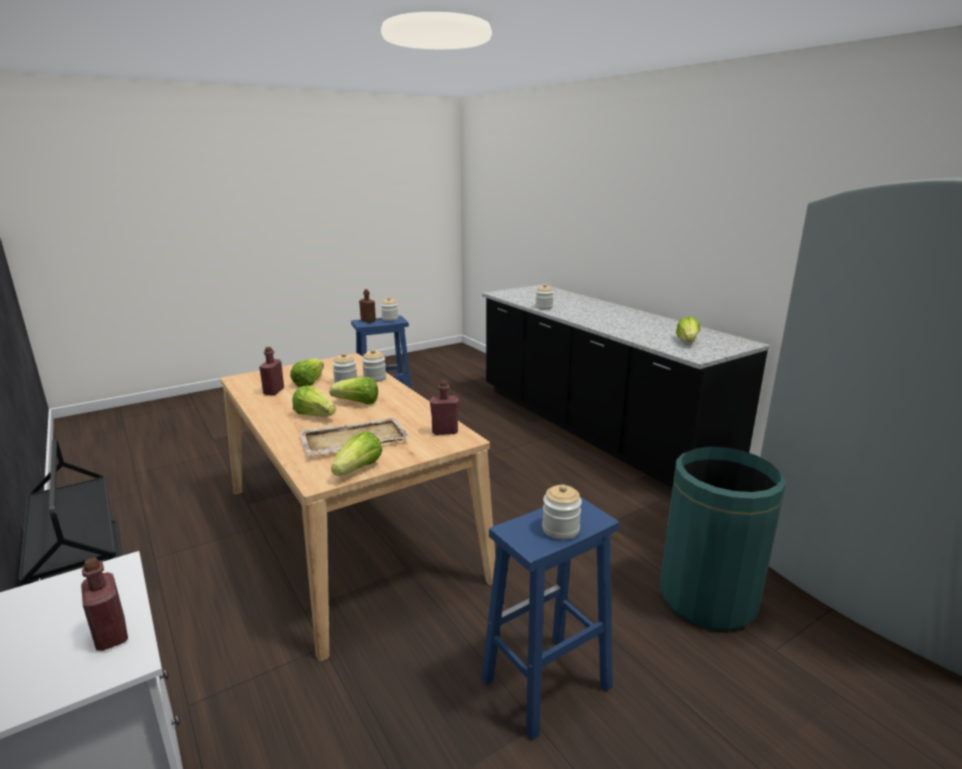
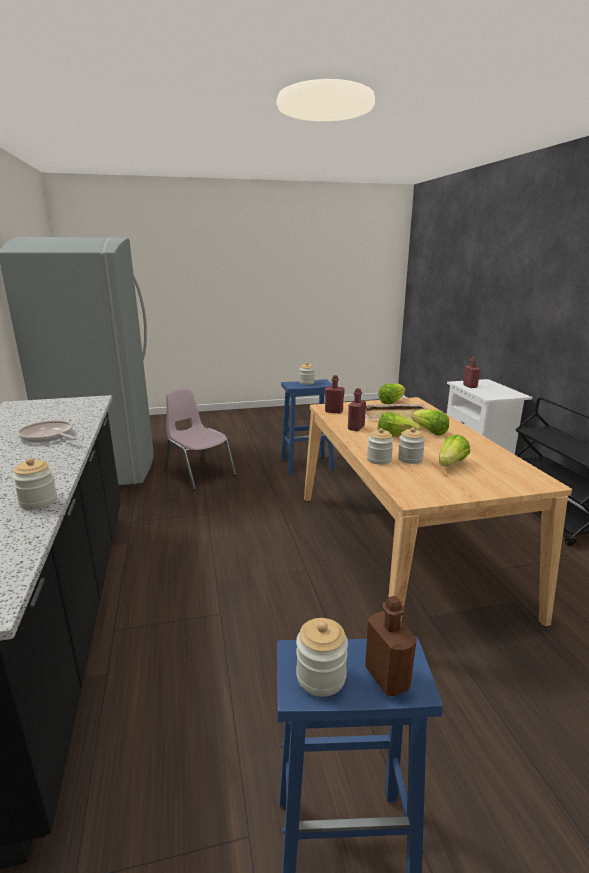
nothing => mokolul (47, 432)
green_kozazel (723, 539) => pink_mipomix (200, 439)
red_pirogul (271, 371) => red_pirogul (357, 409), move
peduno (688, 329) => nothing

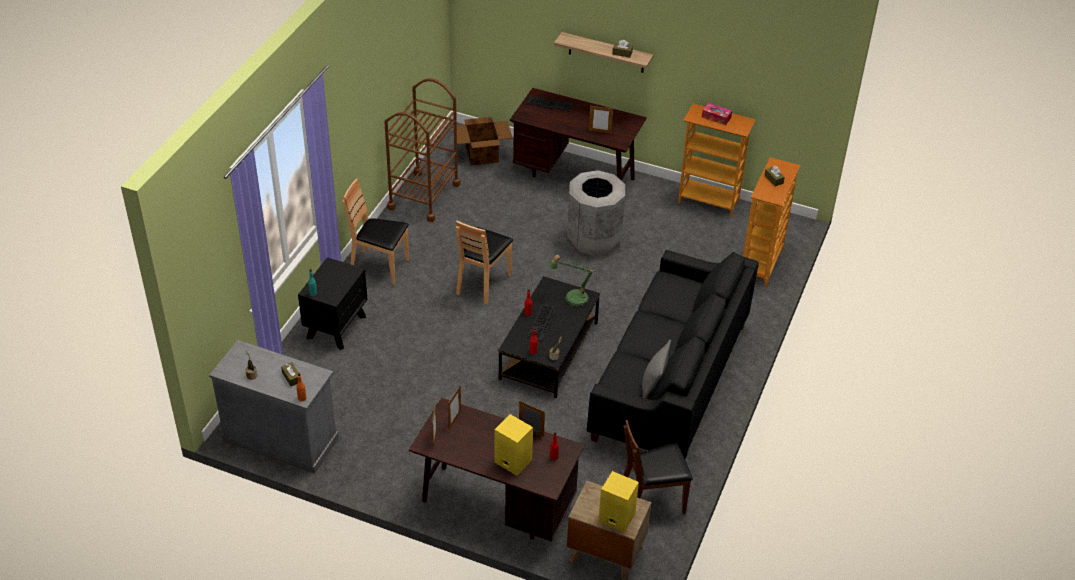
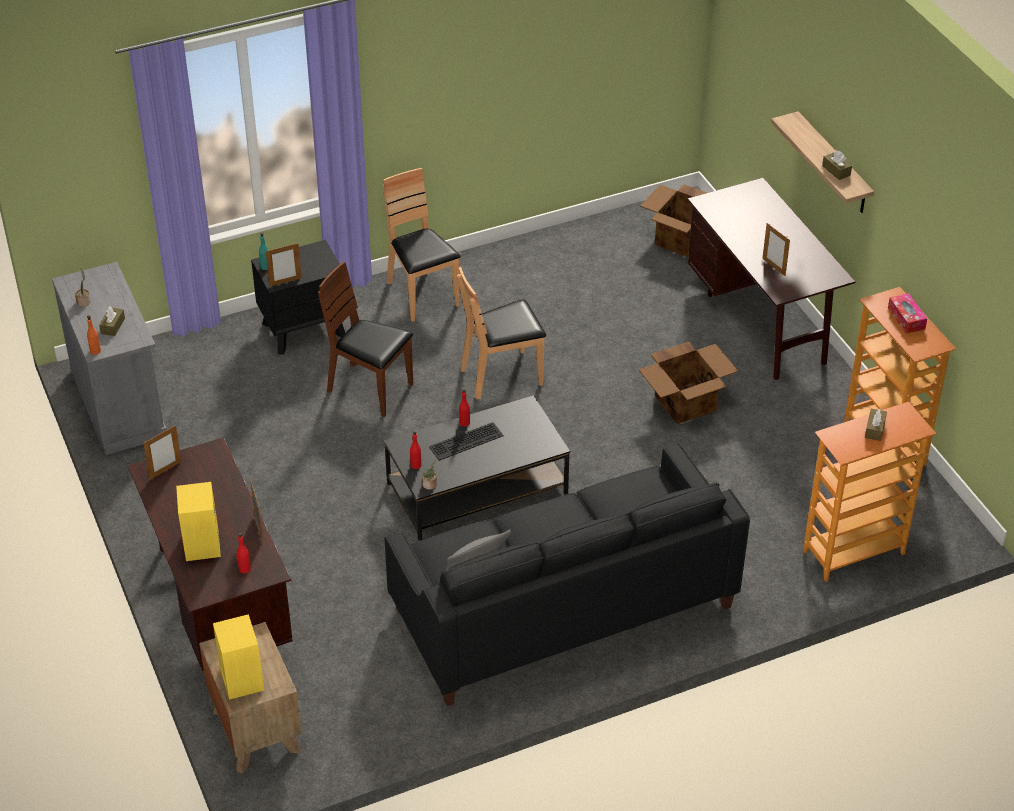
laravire (454, 407) => laravire (284, 265), move
brown_mipomix (658, 467) => brown_mipomix (365, 339), move
grey_kozazel (596, 213) => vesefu (688, 383)
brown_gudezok (422, 150) => nothing
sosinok (549, 104) => nothing
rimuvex (571, 281) => nothing

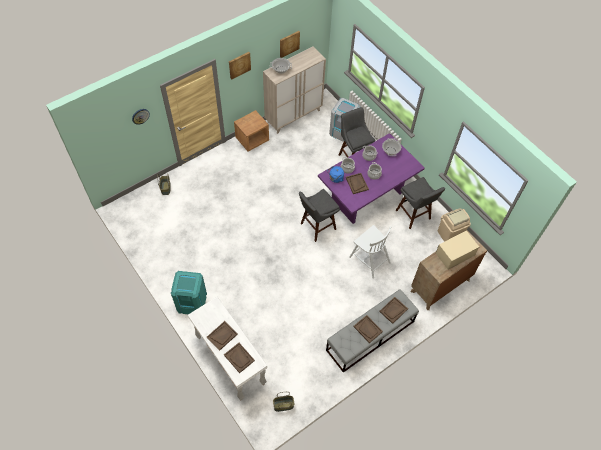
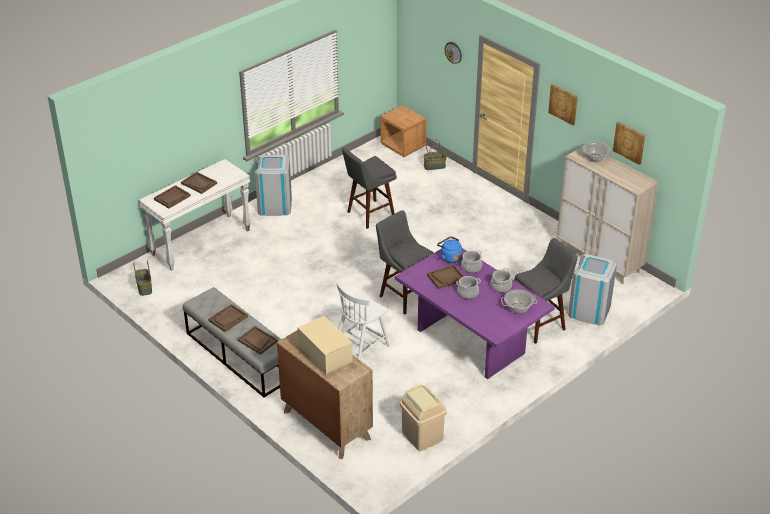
turquoise_kozazel (189, 292) => grey_kozazel (273, 185)
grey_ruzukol (420, 203) => grey_ruzukol (369, 188), move
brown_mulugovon (251, 131) => brown_mulugovon (404, 131), move

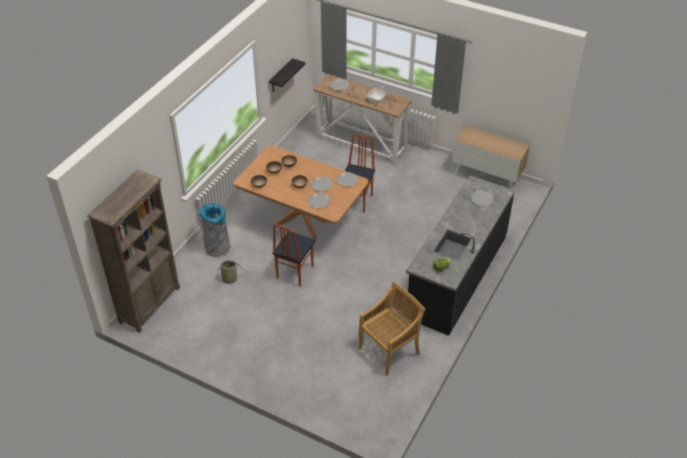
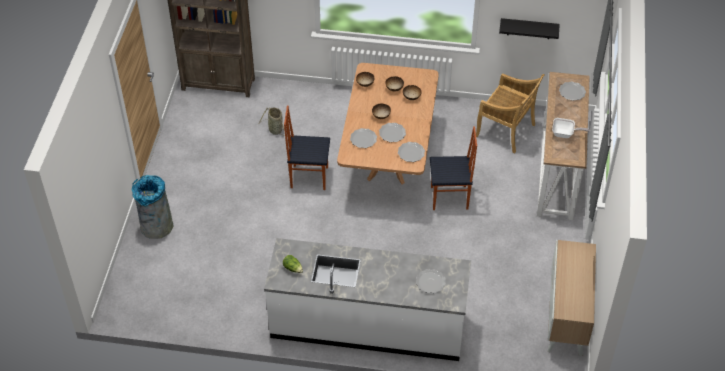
grey_kozazel (214, 230) => grey_kozazel (152, 207), move
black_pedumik (460, 255) => white_pedumik (367, 299)
beige_mipomix (392, 328) => beige_mipomix (510, 113), move

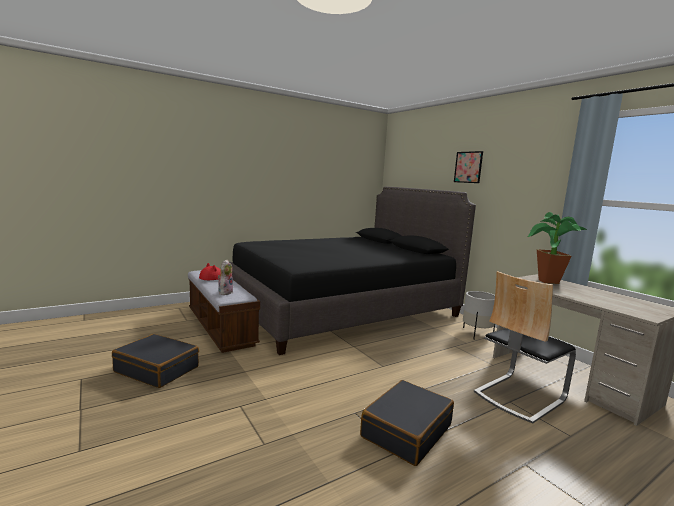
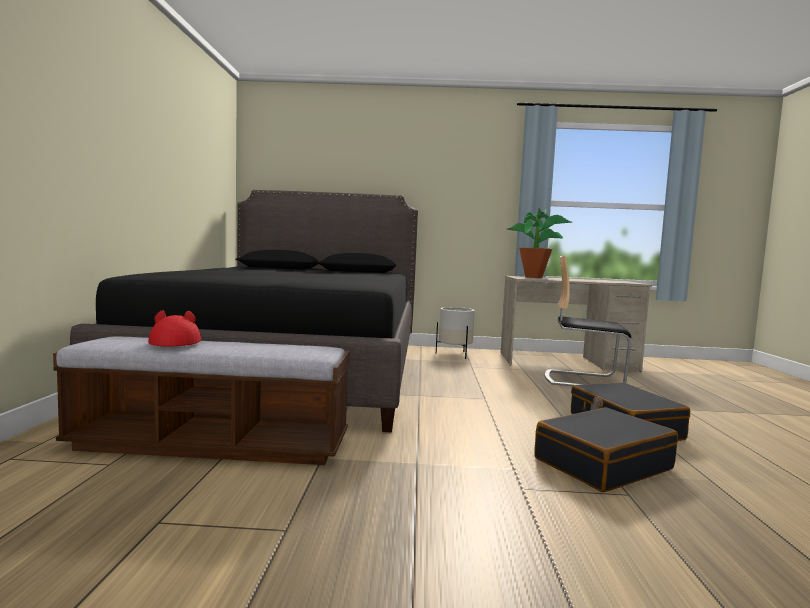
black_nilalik (155, 361) => black_nilalik (606, 449), move
mipomix (525, 347) => mipomix (588, 321), 105 degrees clockwise
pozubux (225, 277) => nothing
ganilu (468, 167) => nothing

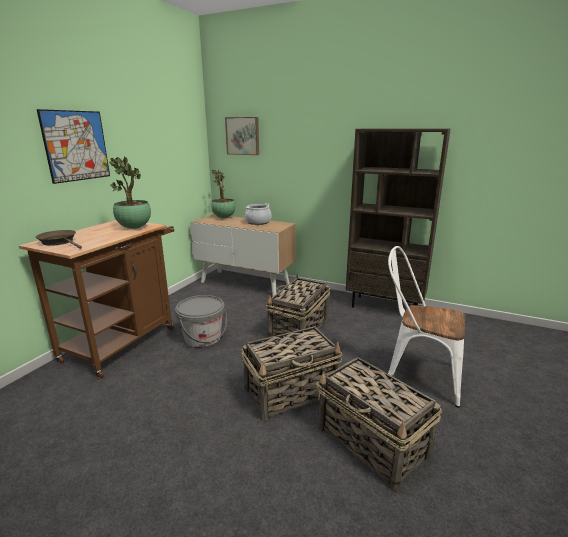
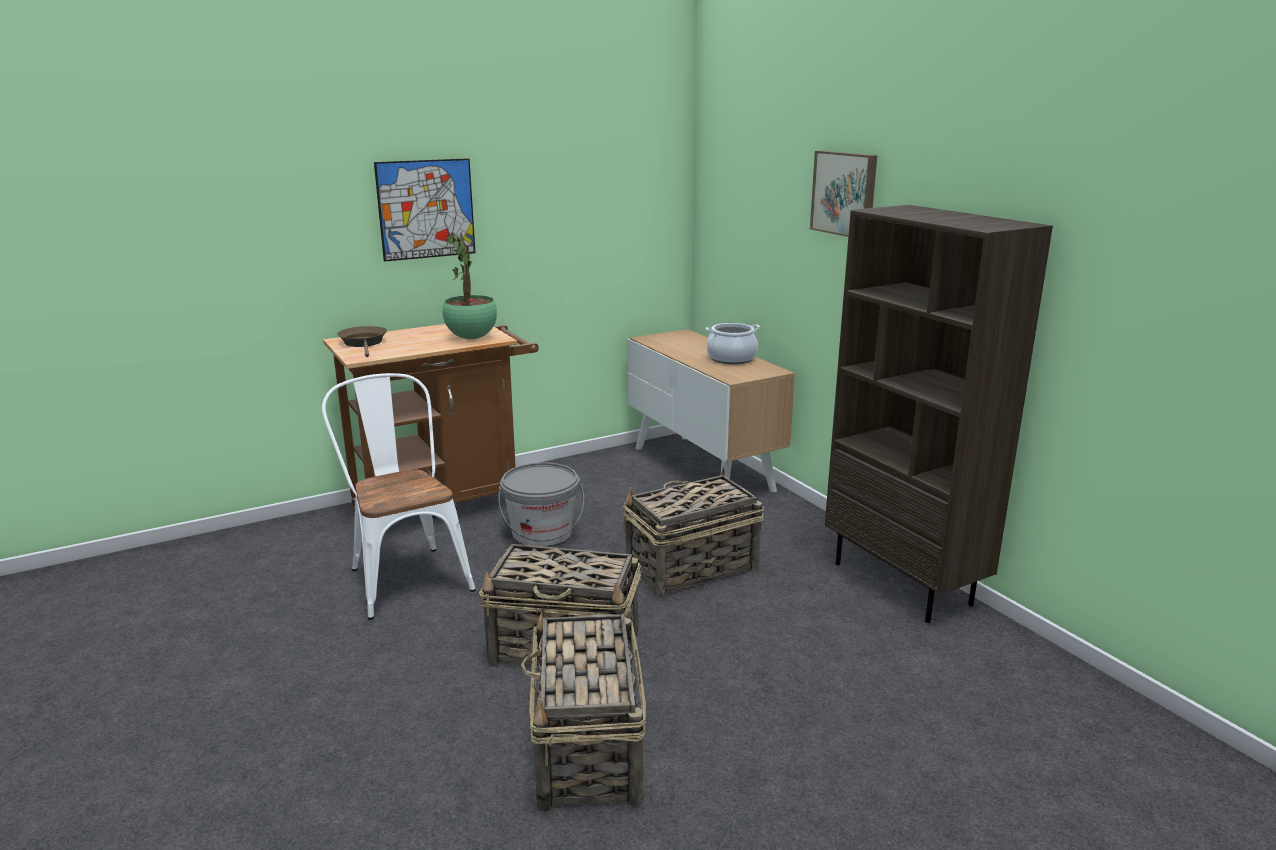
white_mipomix (426, 326) => white_mipomix (399, 496), move
ganilu (242, 136) => ganilu (843, 194), move
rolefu (223, 194) => nothing

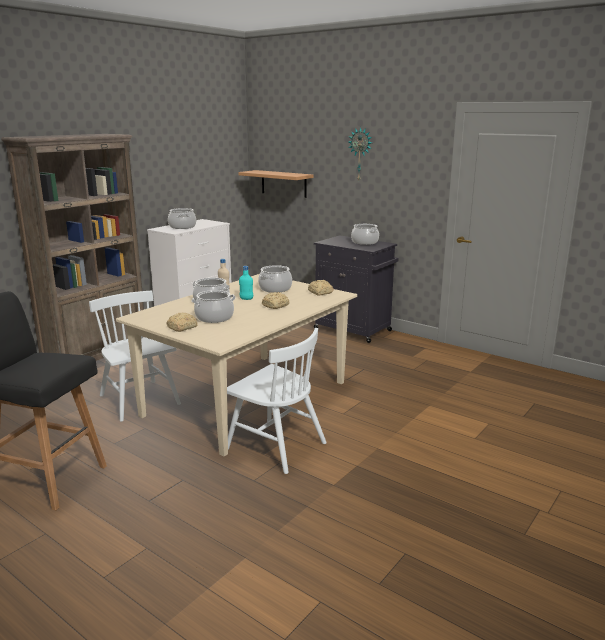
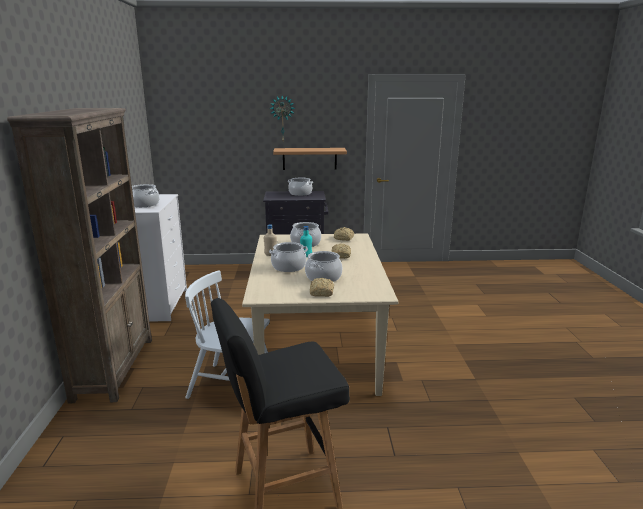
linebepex (276, 184) => linebepex (310, 159), move
white_mipomix (277, 401) => nothing

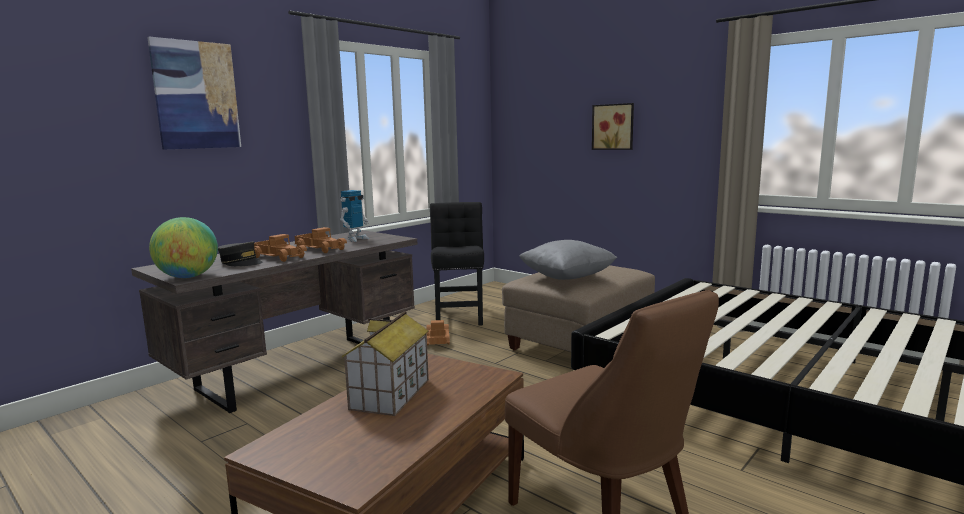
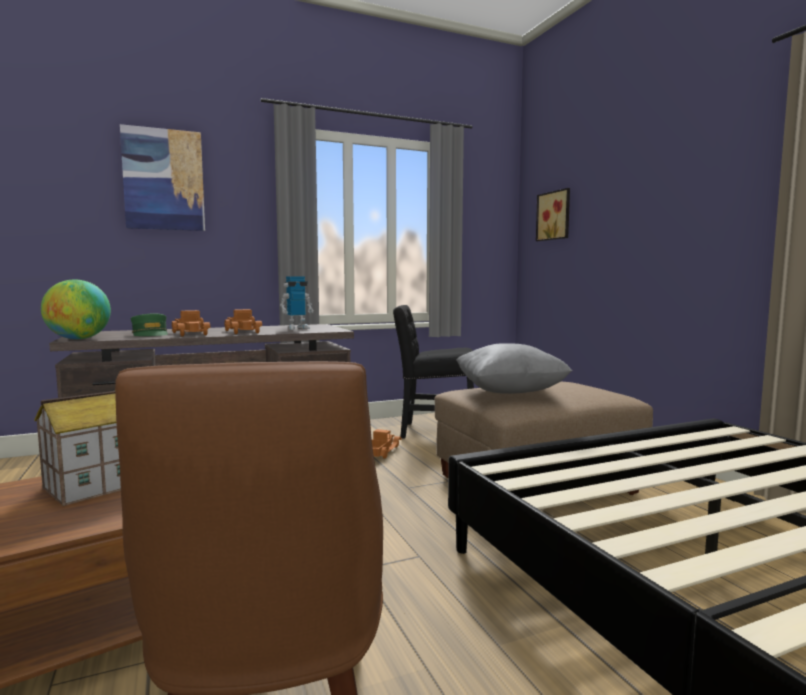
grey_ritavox (240, 254) => green_ritavox (149, 325)
black_mipomix (457, 264) => black_mipomix (433, 371), 105 degrees counterclockwise
ganilu (613, 126) => ganilu (553, 214), move

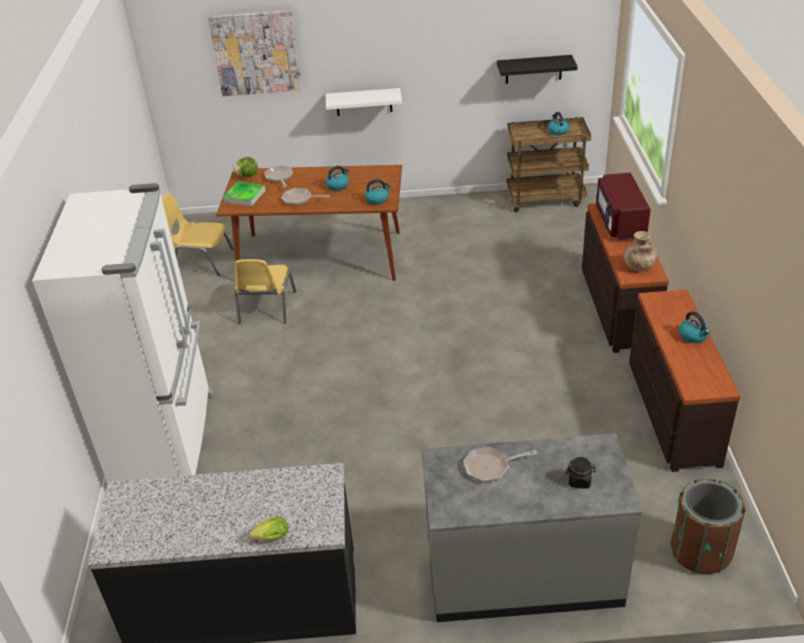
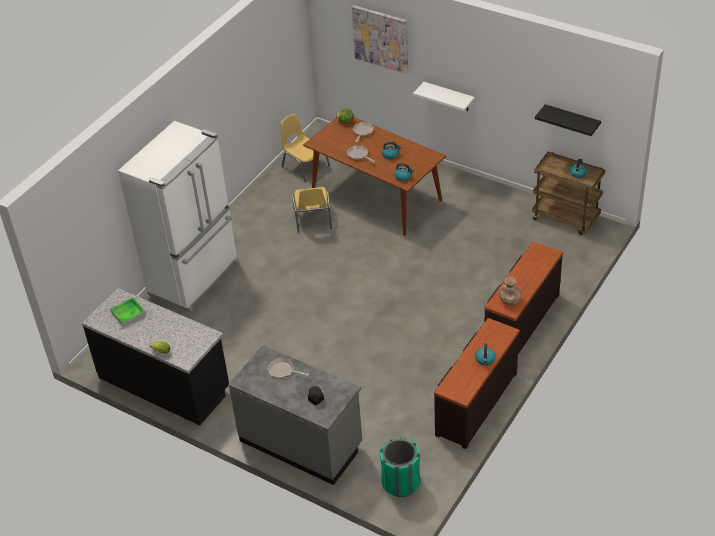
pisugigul (244, 193) => pisugigul (128, 312), move
yellow_mipomix (265, 291) => yellow_mipomix (312, 210), 45 degrees counterclockwise
brown_kozazel (707, 526) => green_kozazel (400, 467)
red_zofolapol (623, 206) => nothing

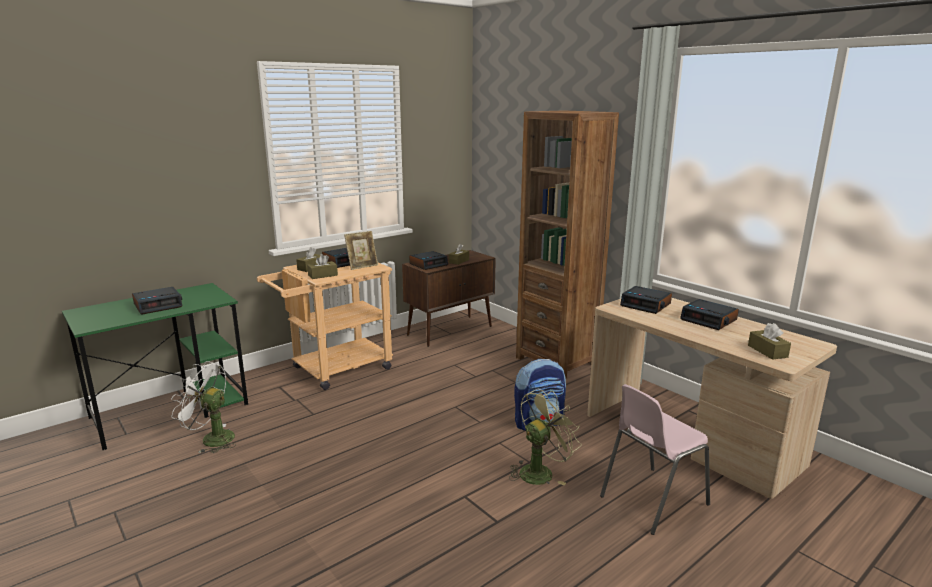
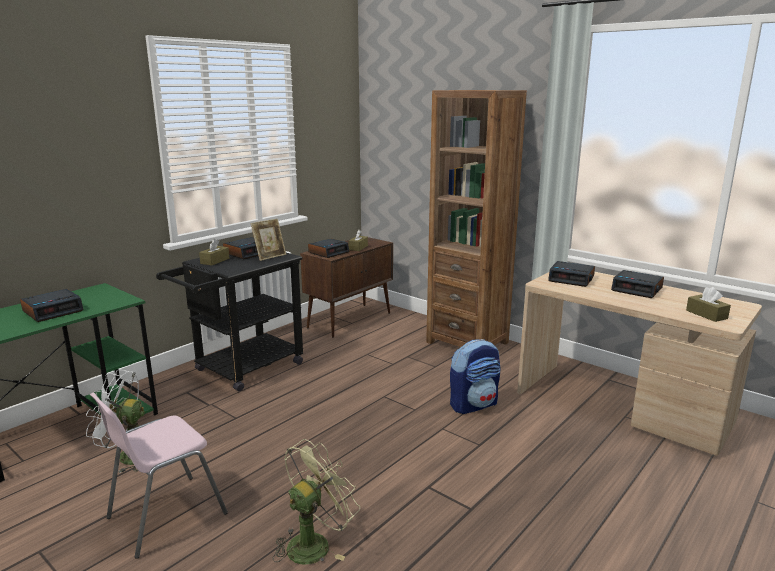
pink_mipomix (655, 459) => pink_mipomix (159, 475), move
beige_gudezok (325, 326) => black_gudezok (229, 322)
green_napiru (545, 437) => green_napiru (316, 501), move
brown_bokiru (322, 266) => nothing

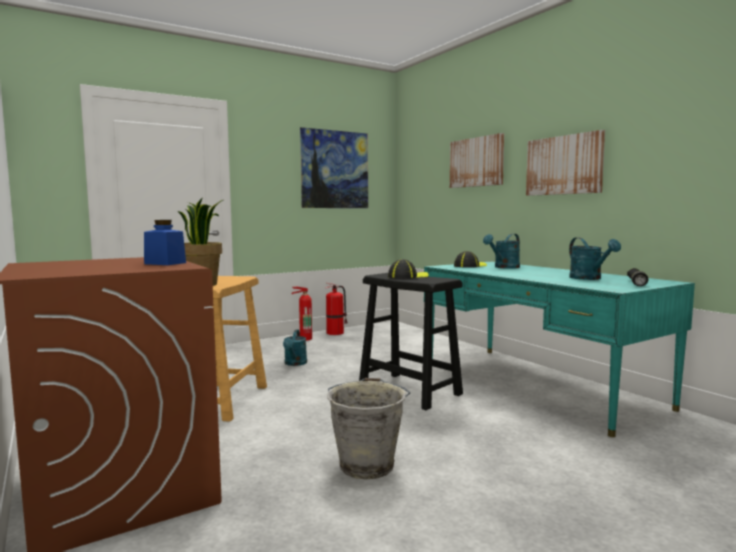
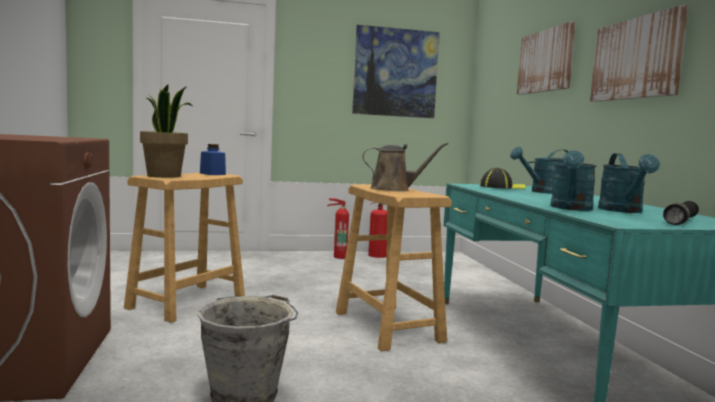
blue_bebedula (165, 242) => blue_bebedula (213, 159), move
black_ruzukol (411, 341) => beige_ruzukol (394, 268)
ritavox (408, 269) => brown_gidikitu (405, 167)
turquoise_gidikitu (295, 348) => turquoise_gidikitu (573, 181), move

